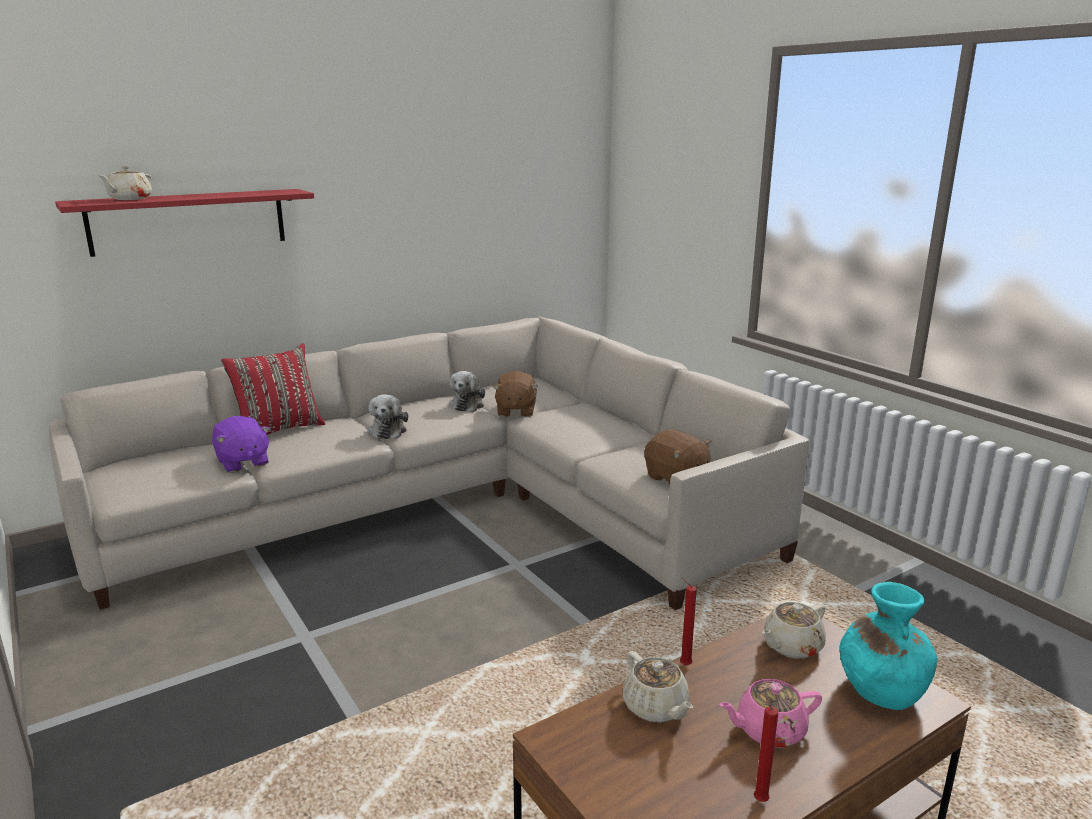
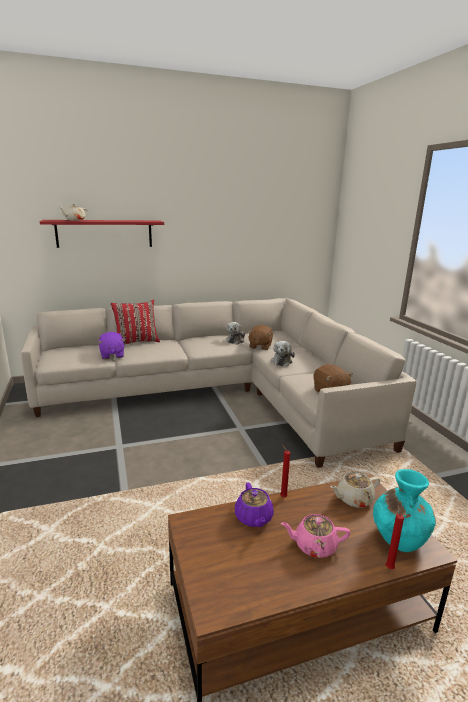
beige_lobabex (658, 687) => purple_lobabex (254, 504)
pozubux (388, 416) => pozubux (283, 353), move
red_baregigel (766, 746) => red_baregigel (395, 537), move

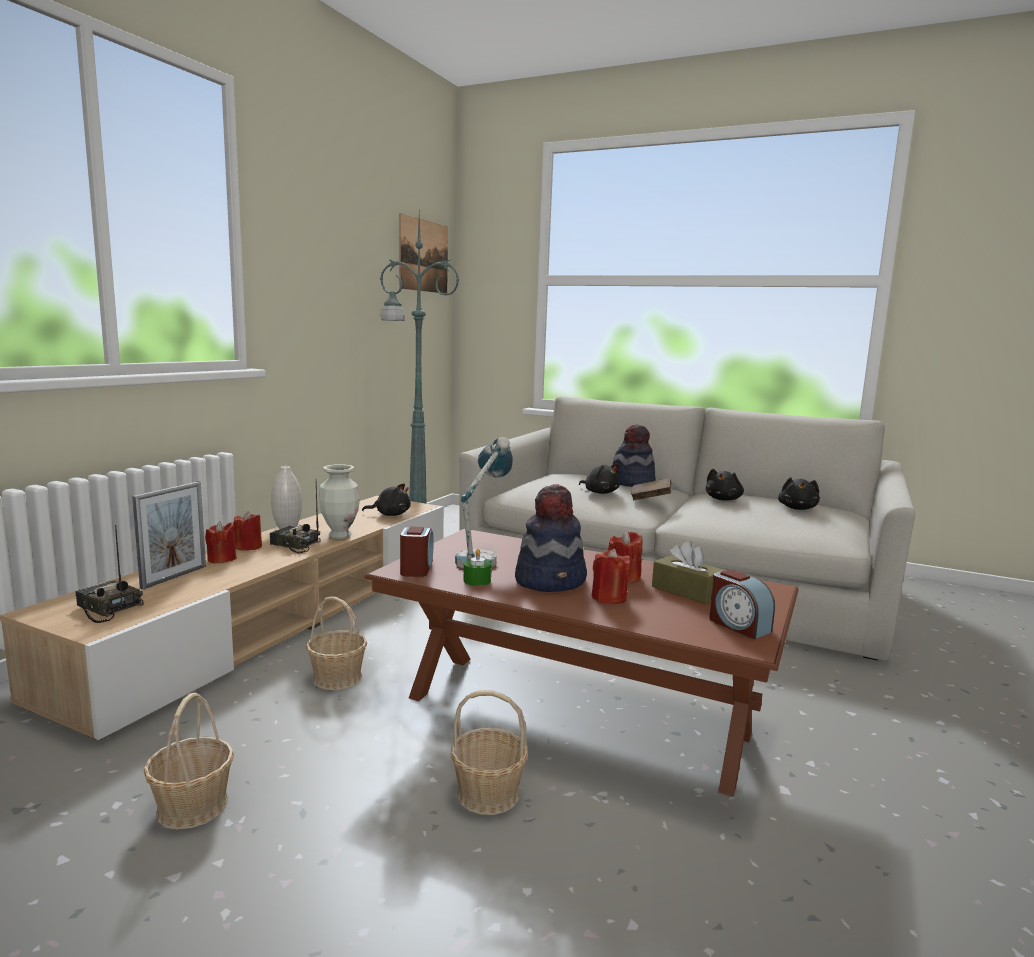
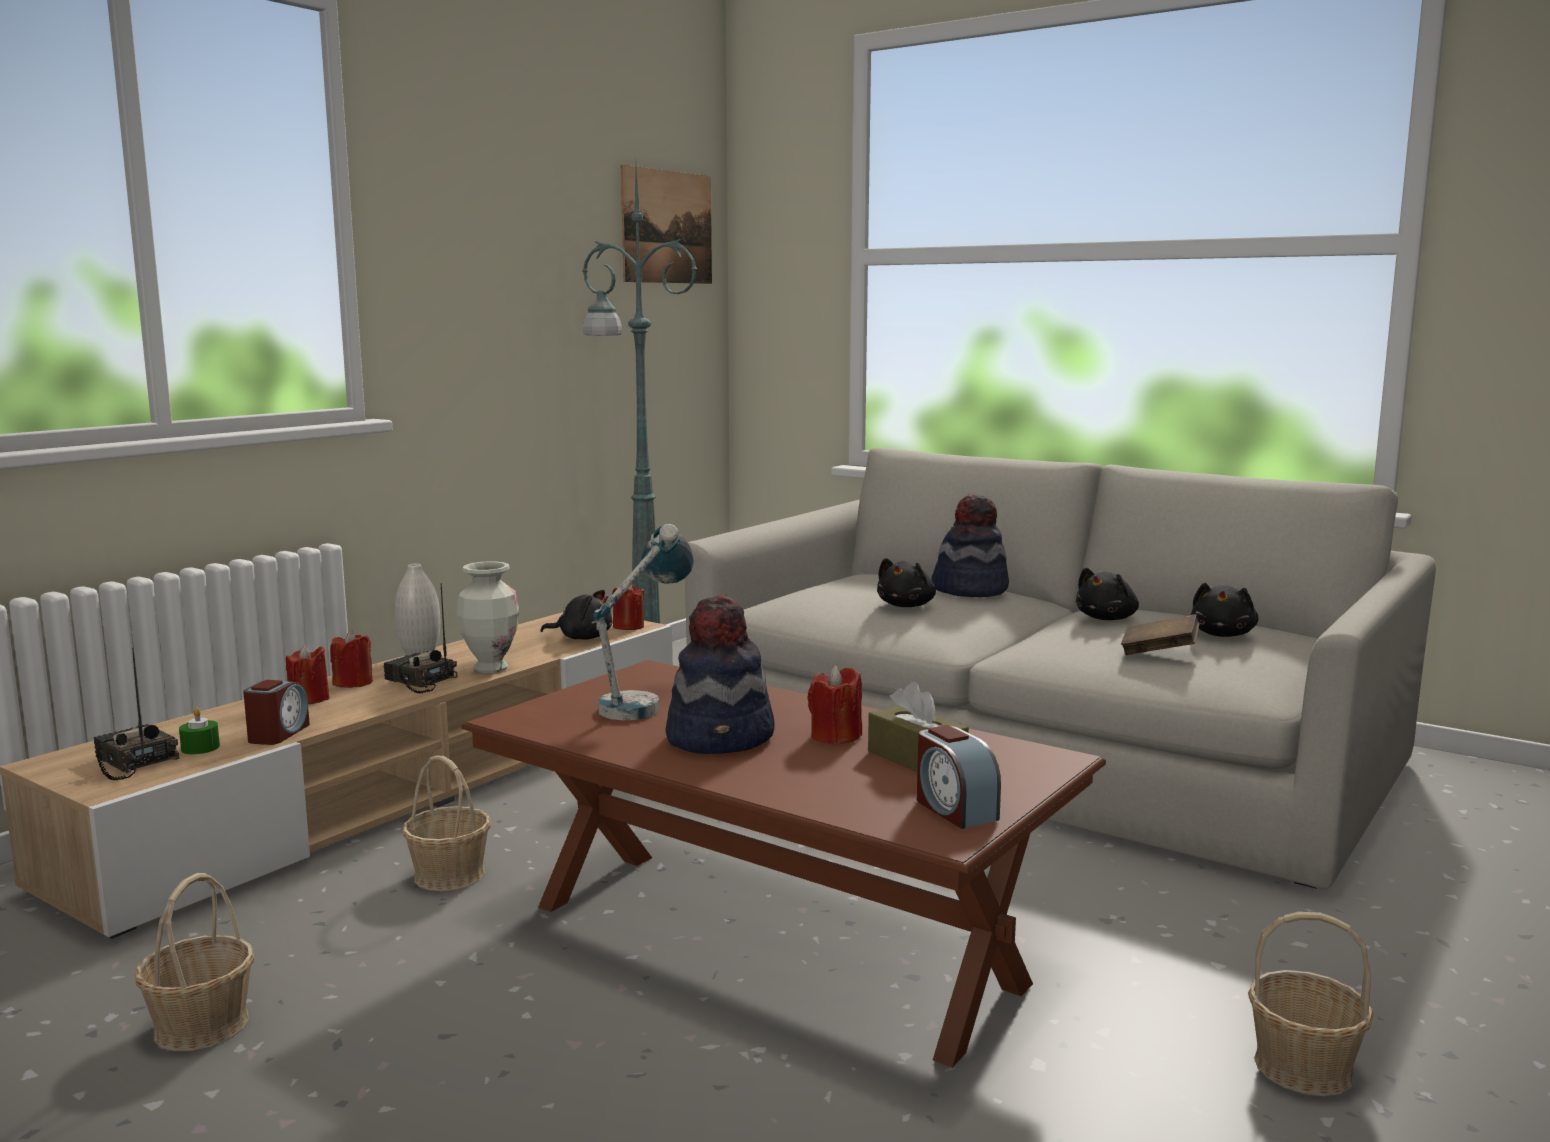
green_baregigel (477, 567) => green_baregigel (199, 730), move
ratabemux (417, 552) => ratabemux (276, 712), move
red_baregigel (611, 576) => red_baregigel (628, 607), move
black_pozubux (599, 479) => black_pozubux (906, 582), 60 degrees clockwise
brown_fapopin (651, 489) => brown_fapopin (1160, 634), move
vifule (489, 752) => vifule (1311, 1004), move
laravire (169, 535) => nothing

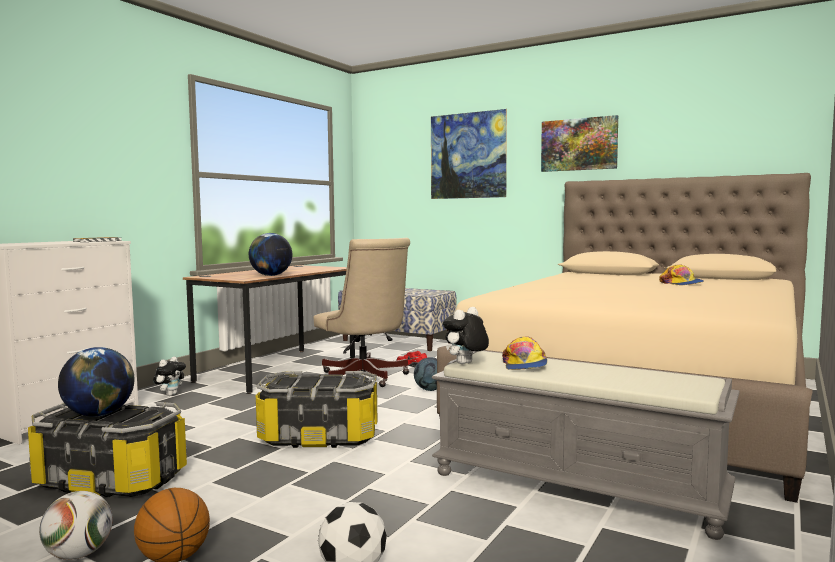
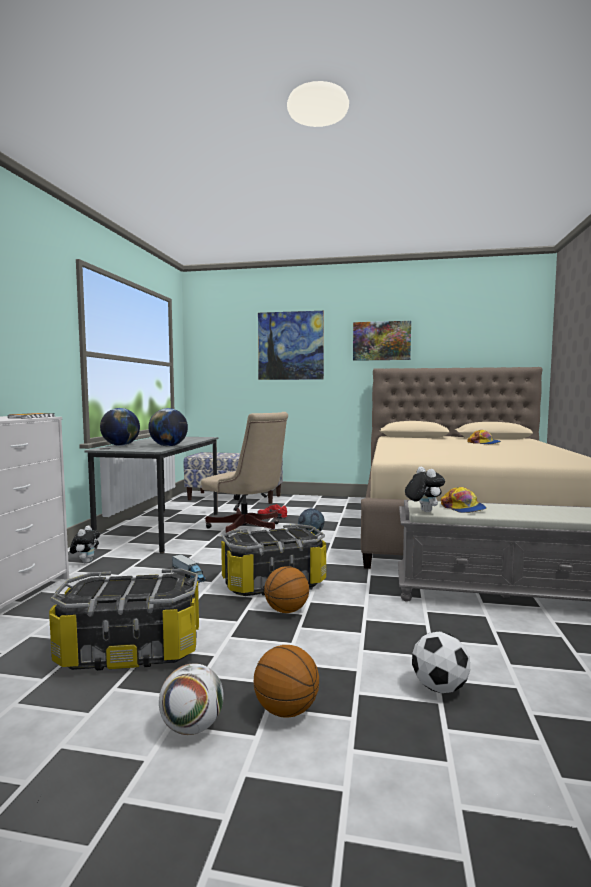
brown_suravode (269, 329) => grey_suravode (151, 495)
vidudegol (96, 382) => vidudegol (120, 427), move
nothing => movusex (189, 568)
nothing => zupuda (286, 589)
pozubux (466, 335) => pozubux (425, 489), 135 degrees clockwise

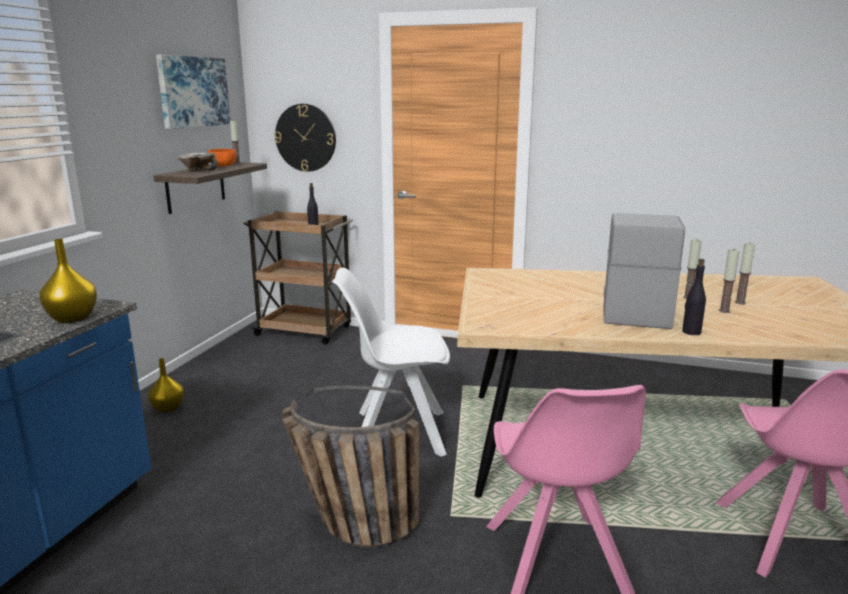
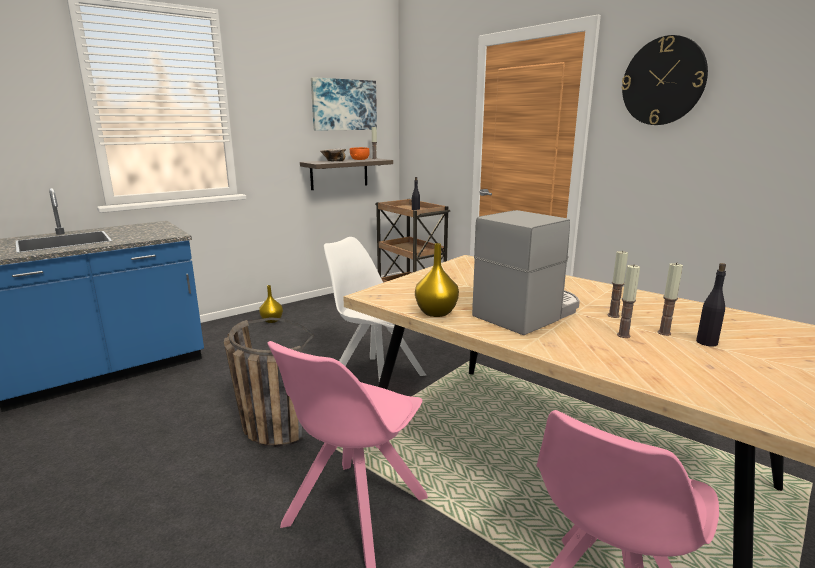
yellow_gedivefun (68, 281) => yellow_gedivefun (437, 280), move
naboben (305, 138) => naboben (664, 80), move
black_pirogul (694, 297) => black_pirogul (711, 305), move

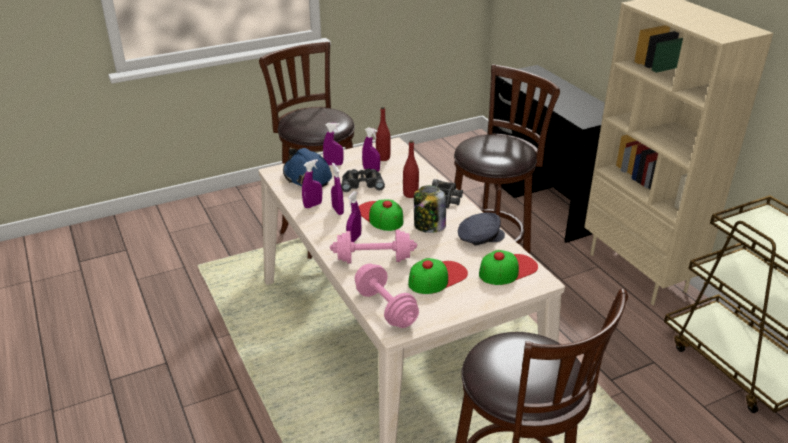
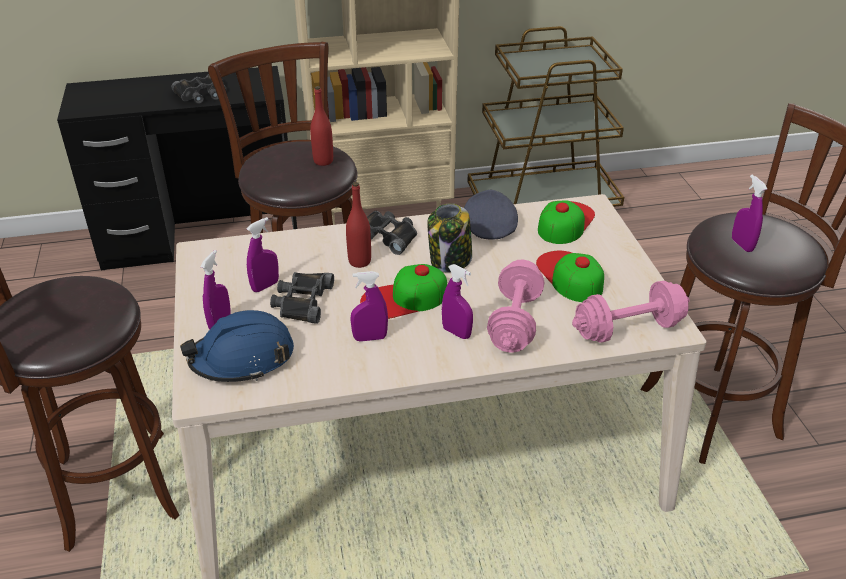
nothing => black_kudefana (199, 89)
red_pirogul (383, 134) => red_pirogul (321, 126), move
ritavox (508, 267) => ritavox (566, 222), 45 degrees clockwise
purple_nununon (312, 183) => purple_nununon (749, 213), move

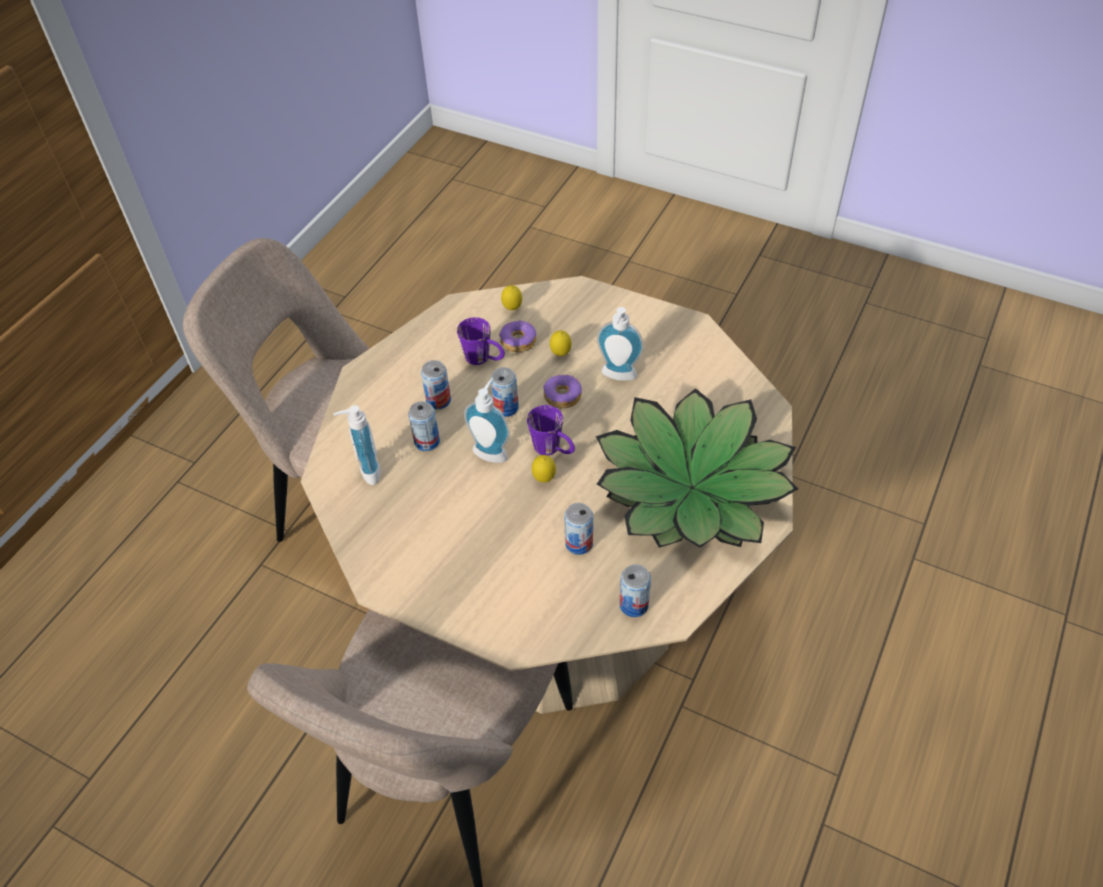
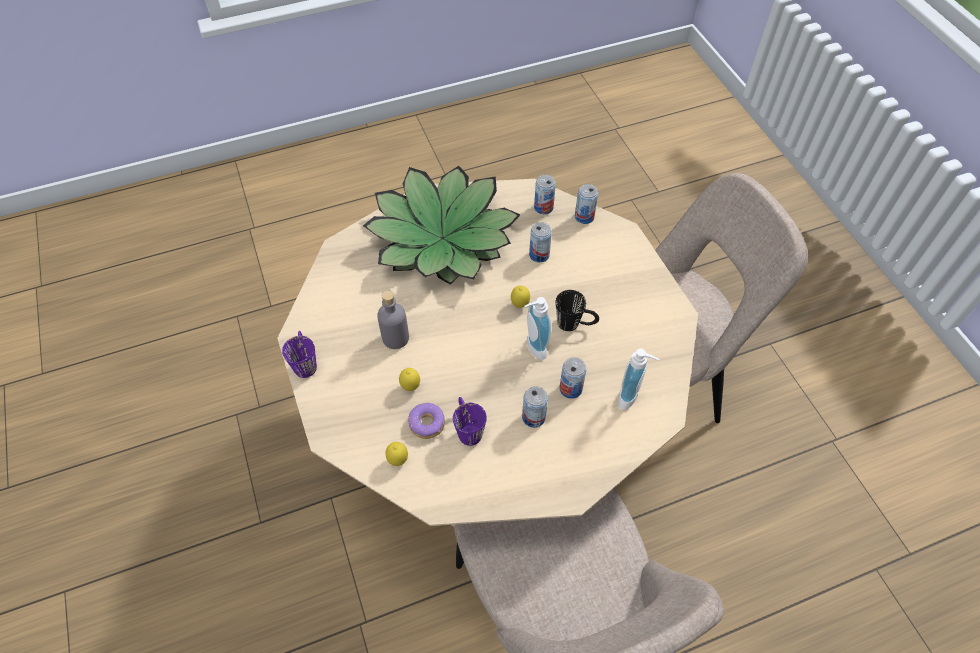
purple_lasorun (551, 430) => purple_lasorun (299, 354), move
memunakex (620, 344) => grey_pirogul (393, 319)
nothing => black_lasorun (577, 310)
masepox (505, 392) => masepox (586, 204), move
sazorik (562, 391) => nothing

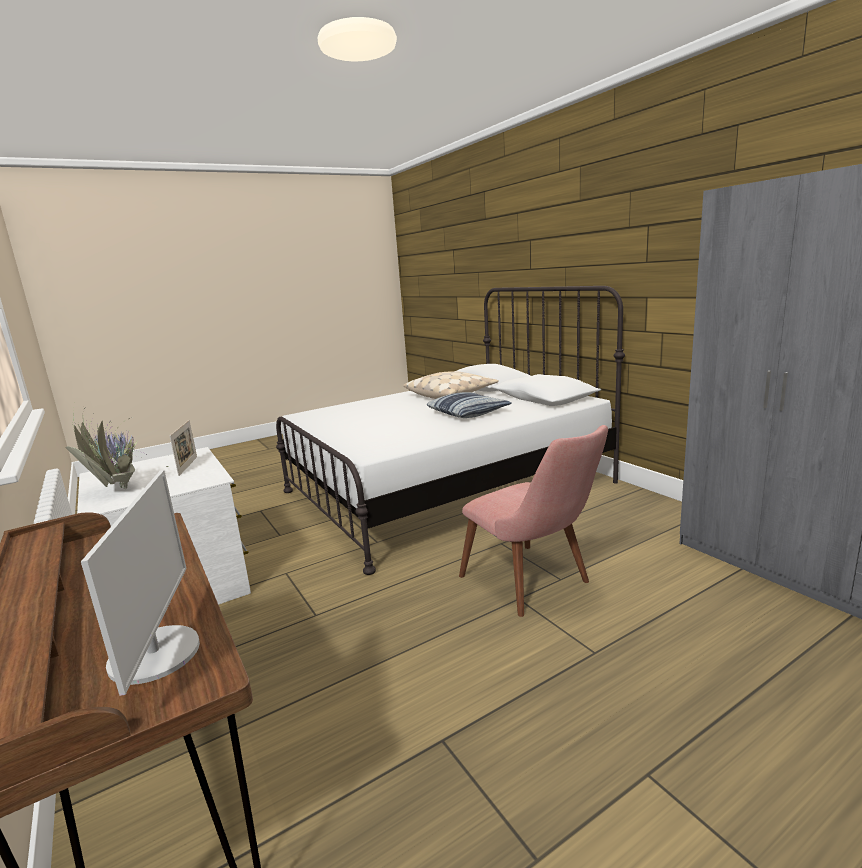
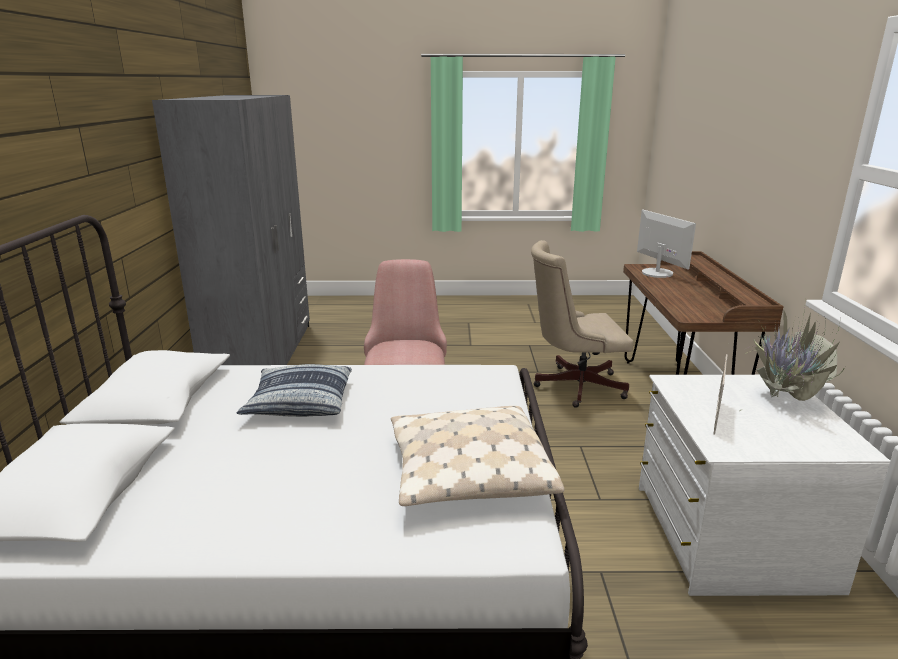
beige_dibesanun (451, 385) => beige_dibesanun (477, 456), move
nothing => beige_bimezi (582, 324)
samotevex (140, 583) => samotevex (666, 244), 135 degrees clockwise

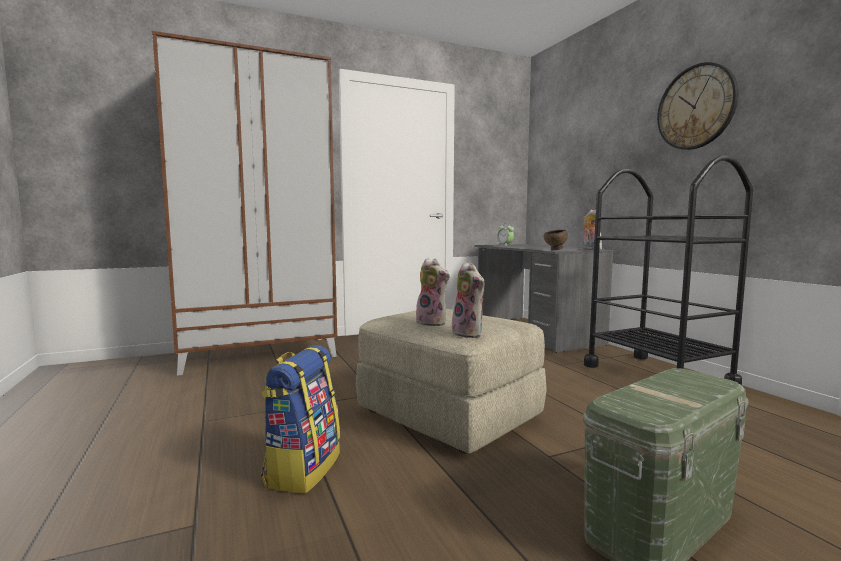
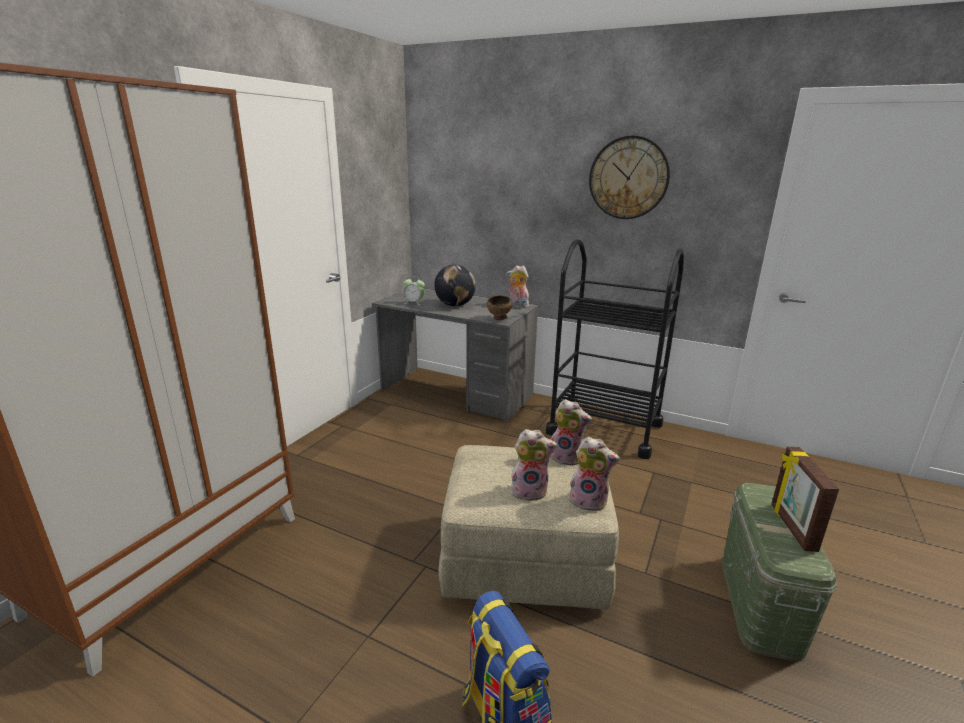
nothing => vidudegol (455, 285)
nothing => pozubux (571, 432)
nothing => laravire (805, 499)

